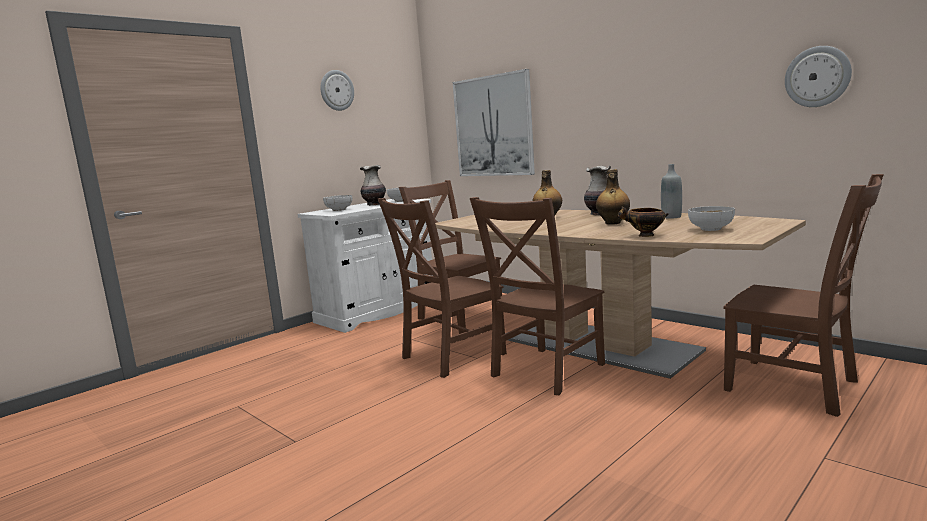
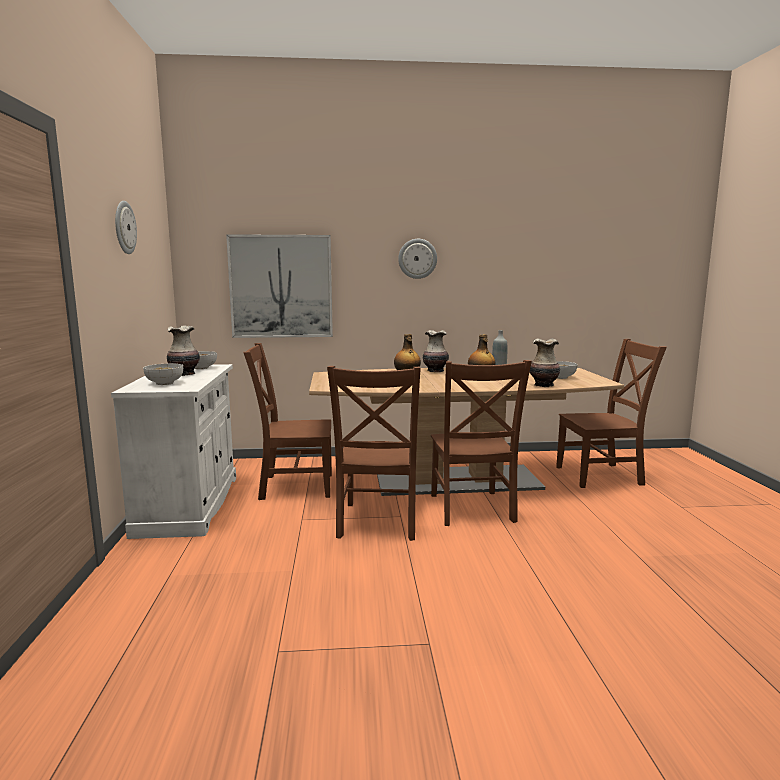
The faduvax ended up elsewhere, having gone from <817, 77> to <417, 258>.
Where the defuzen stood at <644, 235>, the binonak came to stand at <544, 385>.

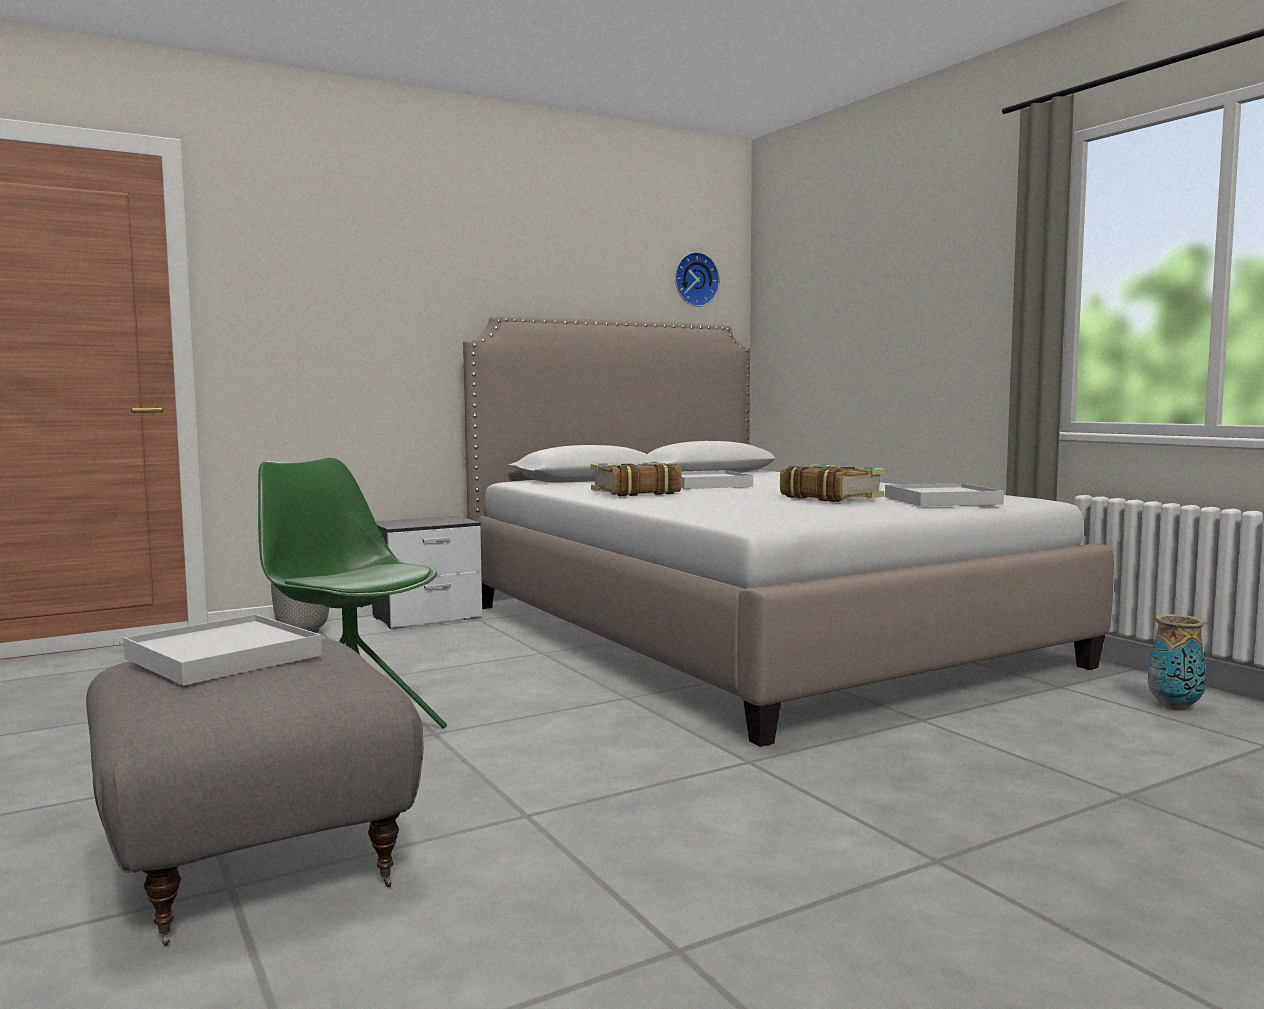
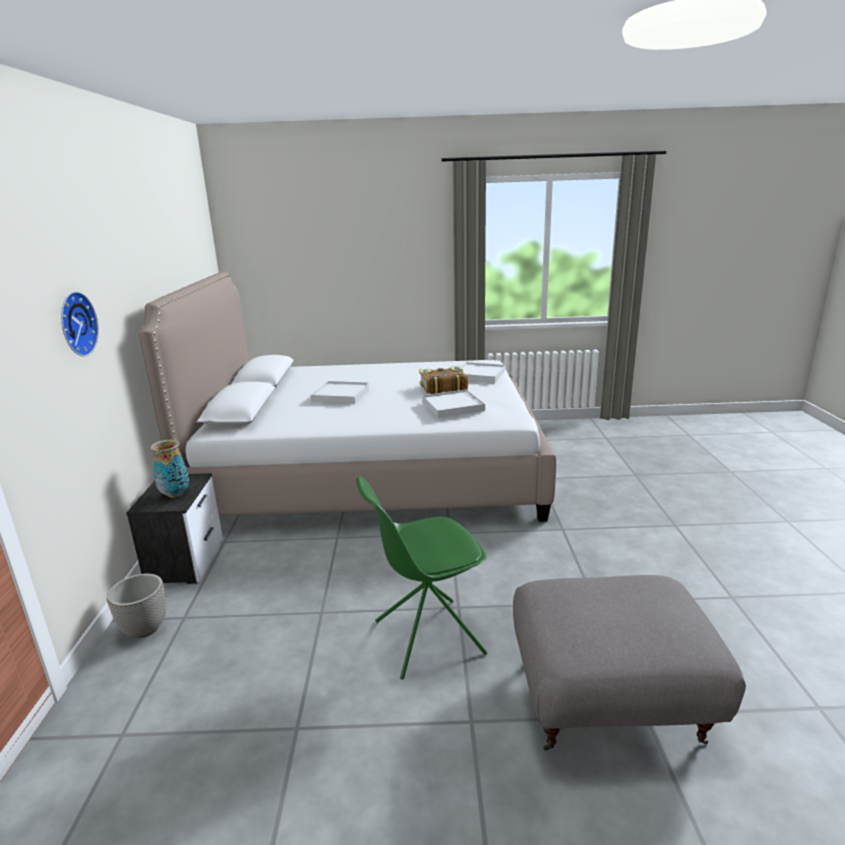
The second view lost the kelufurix at <634, 492>.
The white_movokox ended up elsewhere, having gone from <223, 657> to <452, 406>.
The faduvax ended up elsewhere, having gone from <694, 279> to <75, 324>.
The binonak ended up elsewhere, having gone from <1175, 706> to <175, 494>.

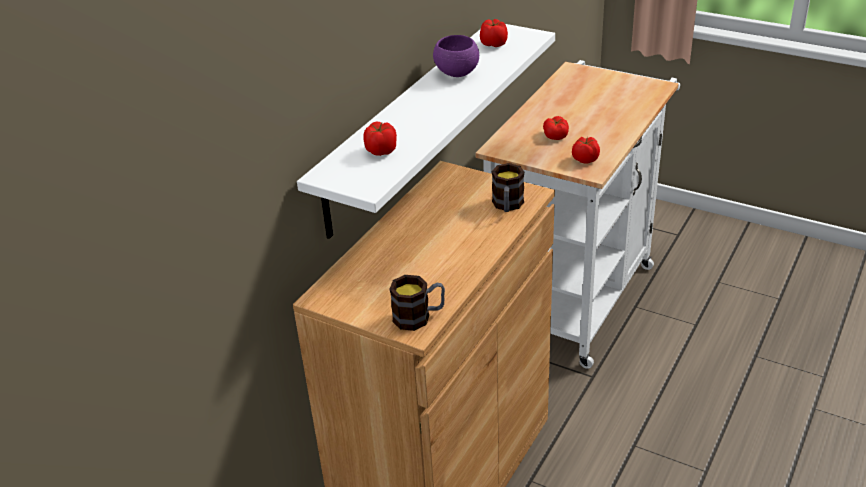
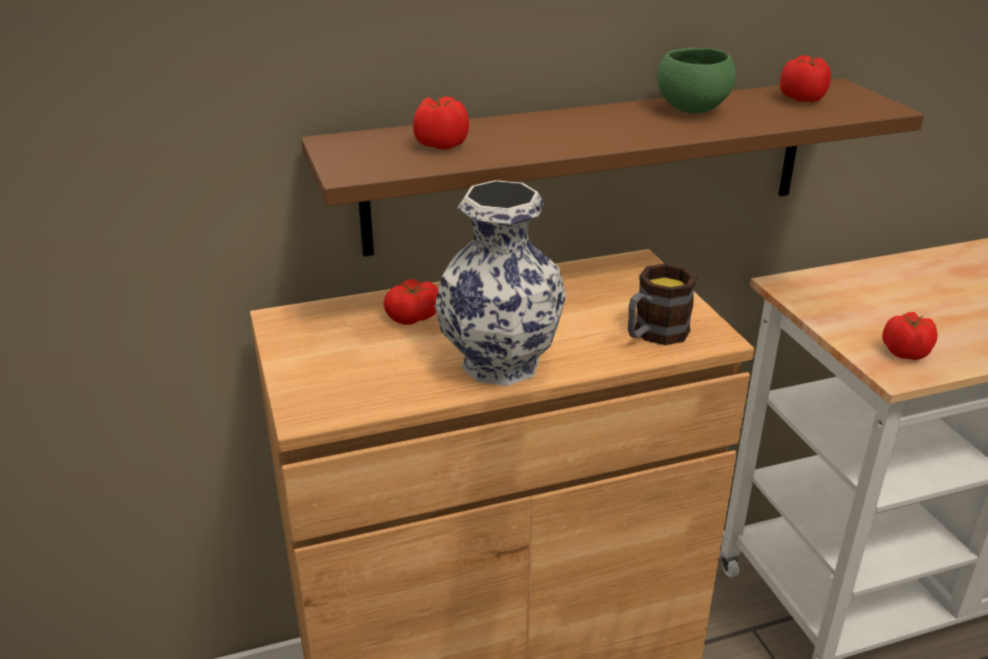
The second view lost the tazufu at <419, 317>.
The second view gained the binonak at <503, 363>.
The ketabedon ended up elsewhere, having gone from <555, 135> to <414, 316>.
What was the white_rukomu at <408, 125> turned into the brown_rukomu at <591, 165>.
What was the purple_defuzen at <456, 73> turned into the green_defuzen at <692, 109>.

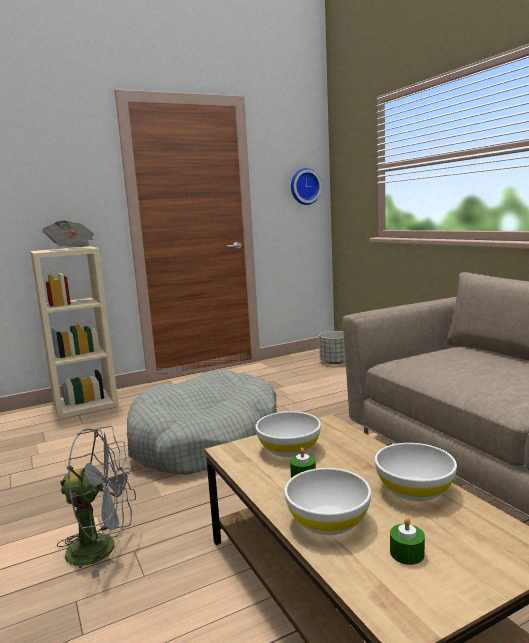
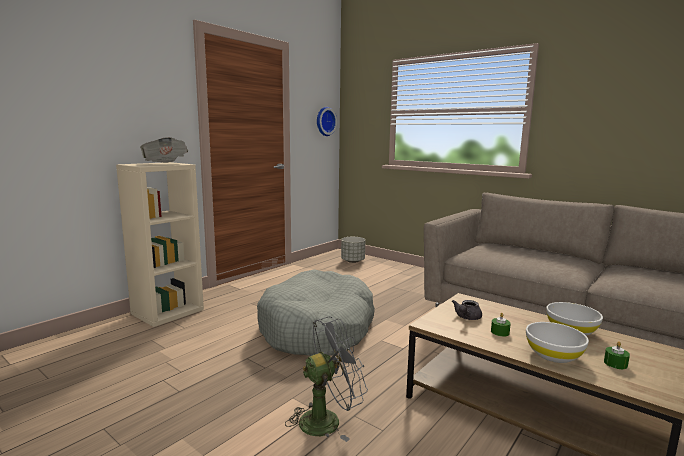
Where the white_defuzen stood at <289, 449>, the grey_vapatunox came to stand at <466, 318>.

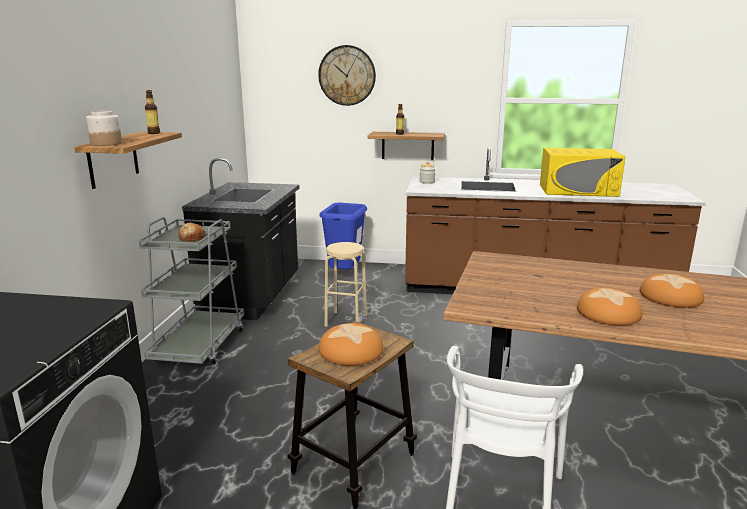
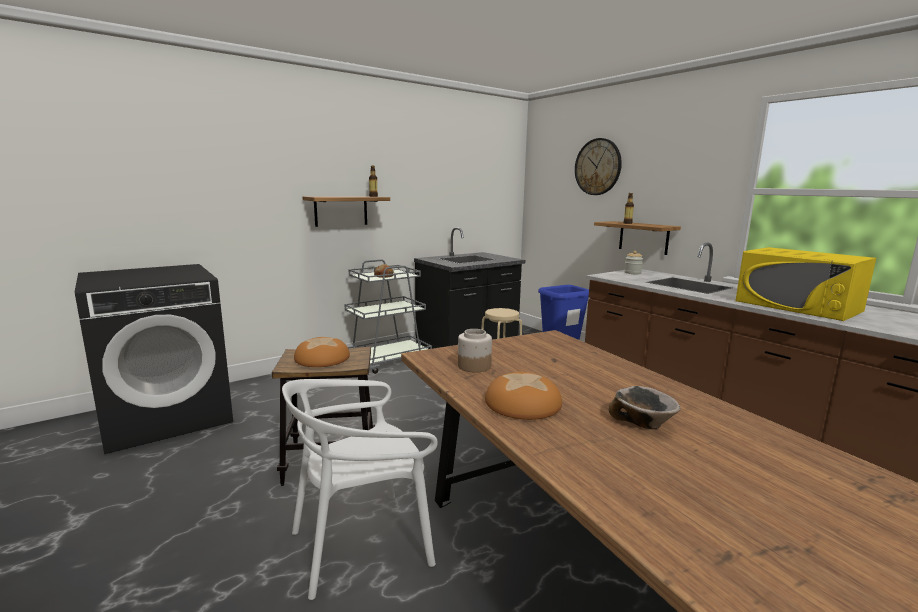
The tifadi ended up elsewhere, having gone from <106, 144> to <474, 366>.
Where the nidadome stood at <671, 297>, the defuzen came to stand at <644, 423>.

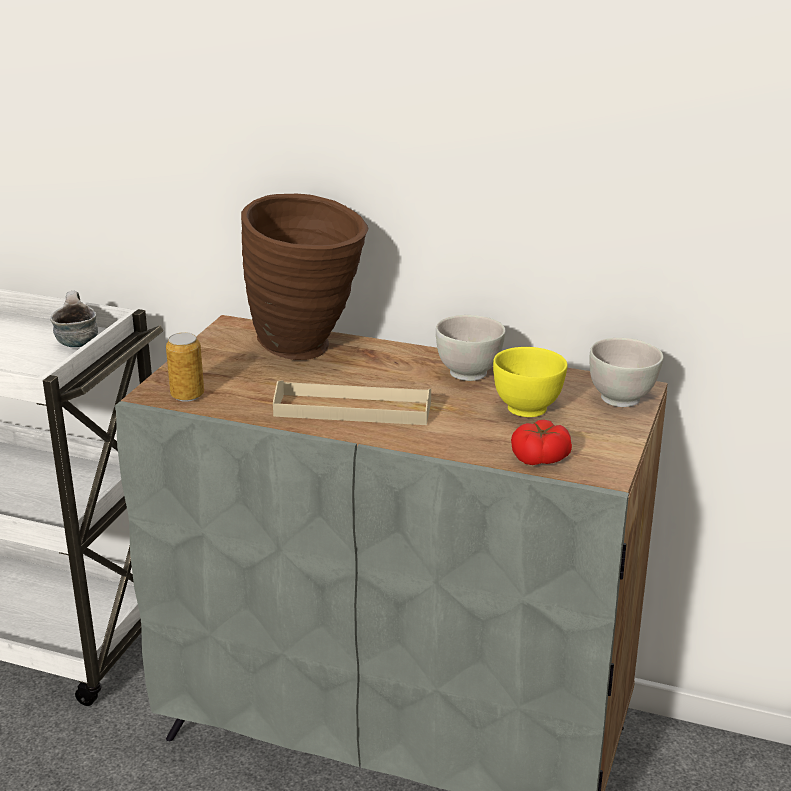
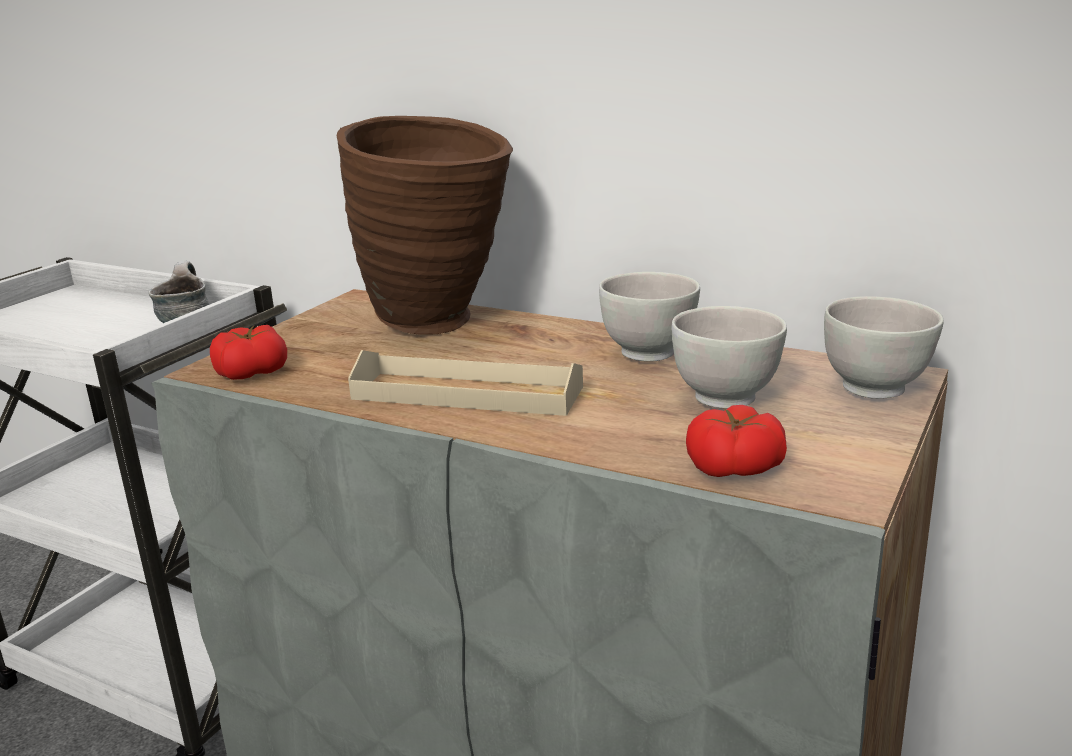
Where the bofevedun stood at <187, 395>, the ketabedon came to stand at <251, 372>.
What was the yellow_defuzen at <527, 408> turned into the white_defuzen at <726, 397>.

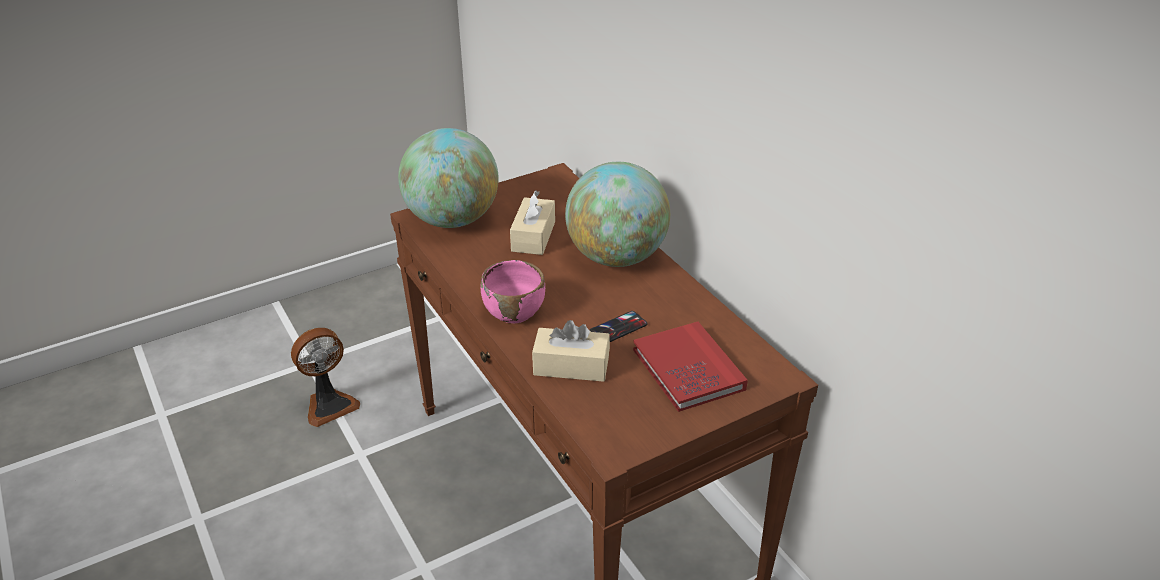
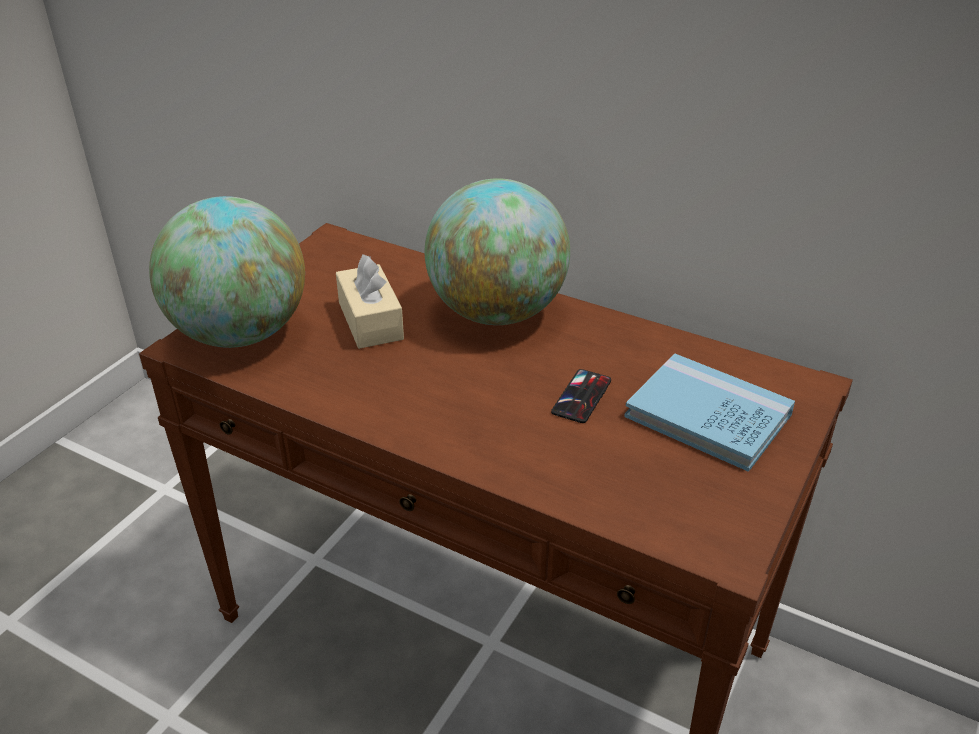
The second view lost the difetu at <329, 405>.
The second view lost the pink_defuzen at <514, 312>.
The second view lost the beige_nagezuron at <571, 366>.
What was the red_kelufurix at <688, 369> turned into the blue_kelufurix at <708, 416>.

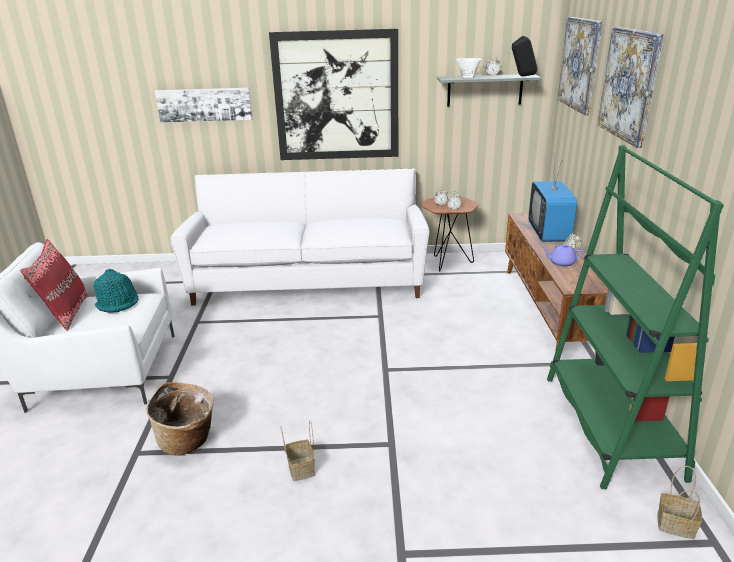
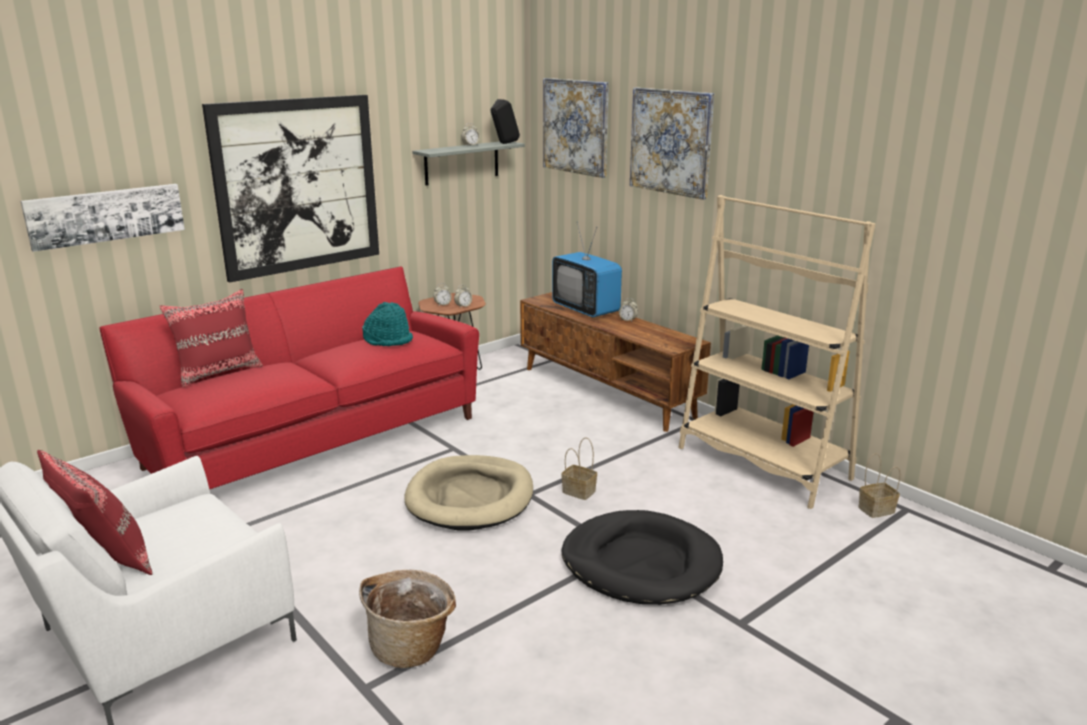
The second view lost the defuzen at <467, 77>.
The second view lost the purple_vapatunox at <561, 263>.
The second view gained the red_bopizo at <218, 372>.
The second view gained the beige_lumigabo at <470, 497>.
The second view gained the black_lumigabo at <641, 563>.
The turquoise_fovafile ended up elsewhere, having gone from <118, 303> to <388, 340>.
The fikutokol ended up elsewhere, having gone from <300, 468> to <577, 491>.
What was the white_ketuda at <309, 279> turned into the red_ketuda at <311, 439>.
What was the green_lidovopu at <610, 425> turned into the beige_lidovopu at <763, 463>.

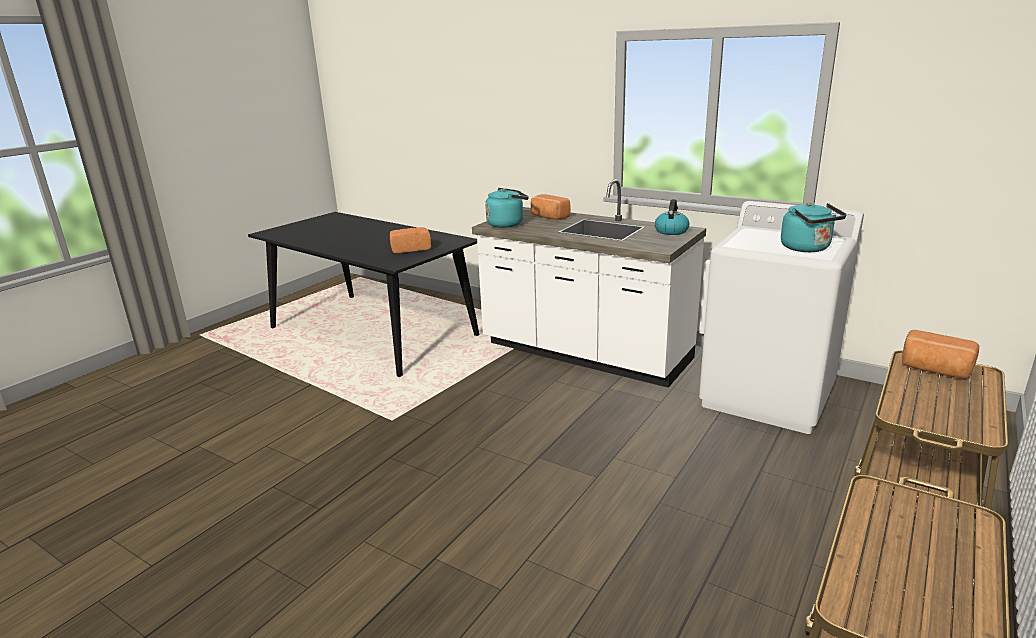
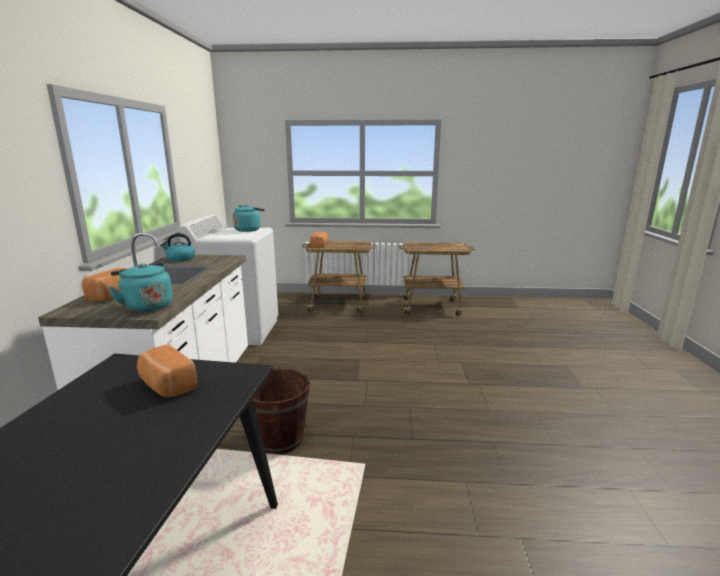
The second view gained the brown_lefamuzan at <279, 438>.

